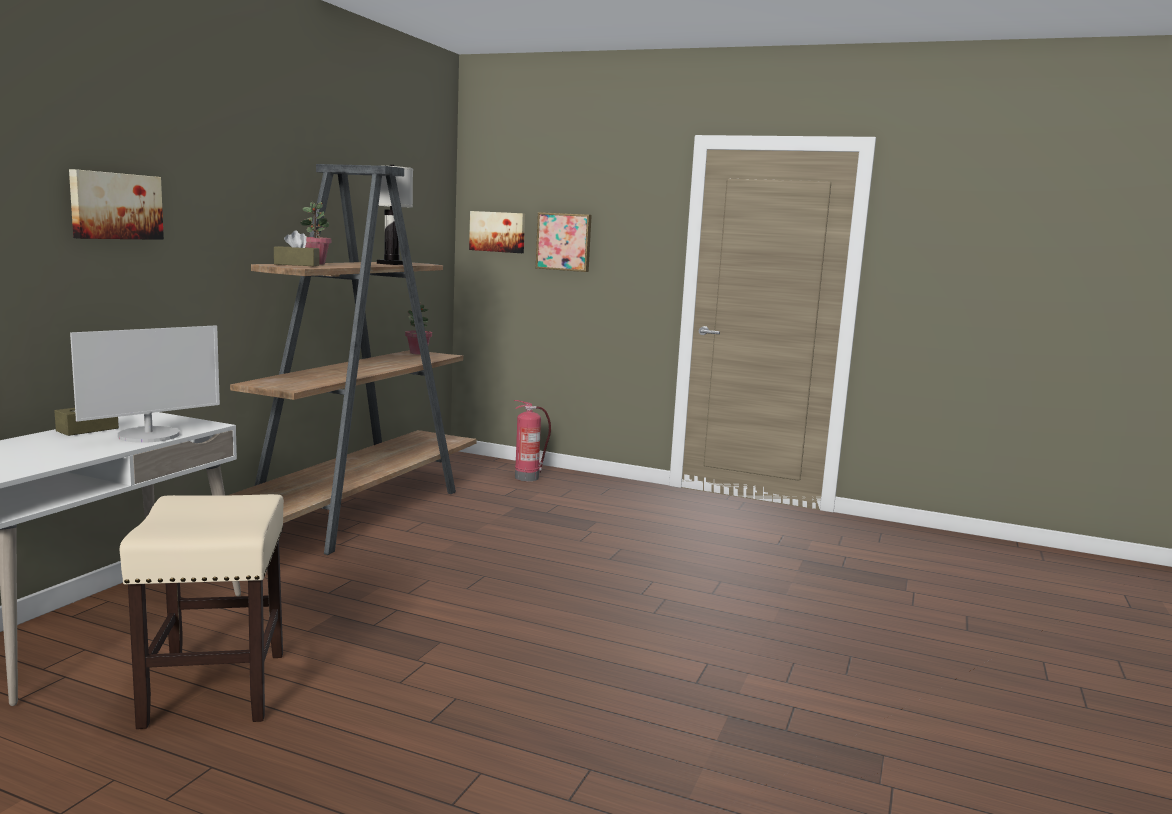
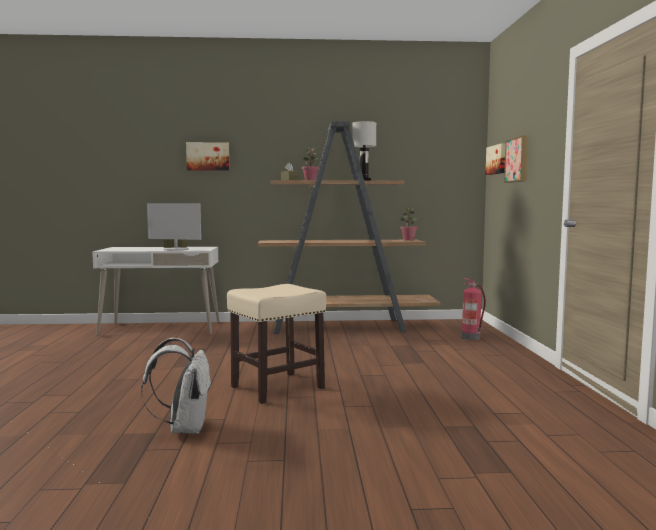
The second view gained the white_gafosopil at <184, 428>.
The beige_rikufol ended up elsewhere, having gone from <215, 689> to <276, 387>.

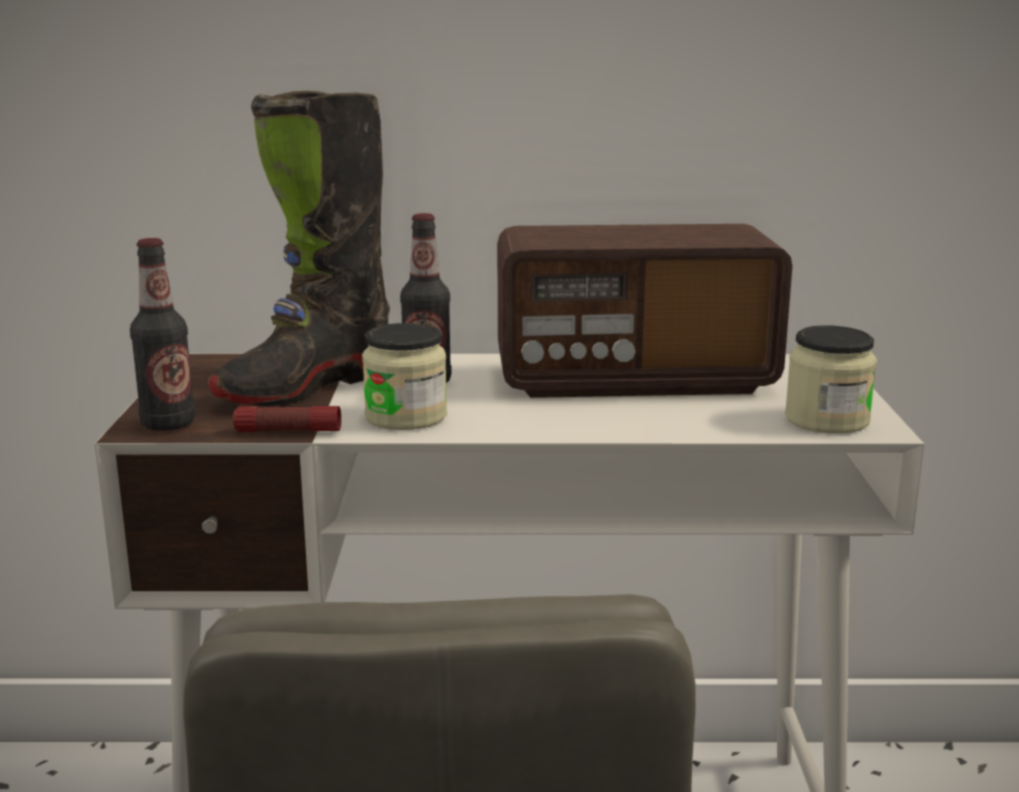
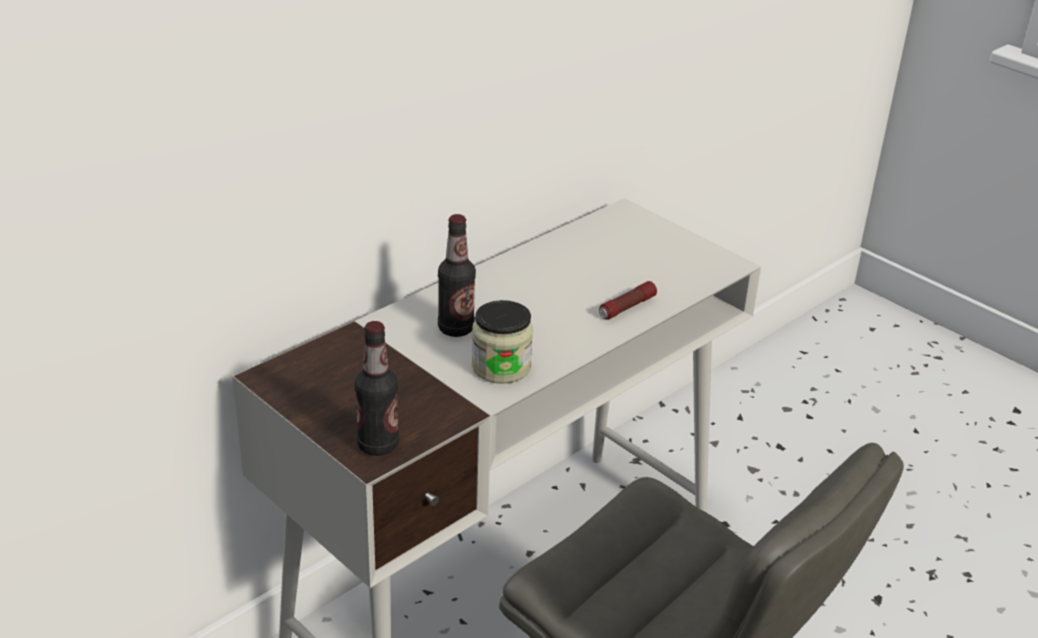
The second view lost the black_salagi at <305, 386>.
The second view lost the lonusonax at <633, 379>.
The second view lost the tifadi at <827, 420>.
The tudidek ended up elsewhere, having gone from <288, 431> to <627, 308>.

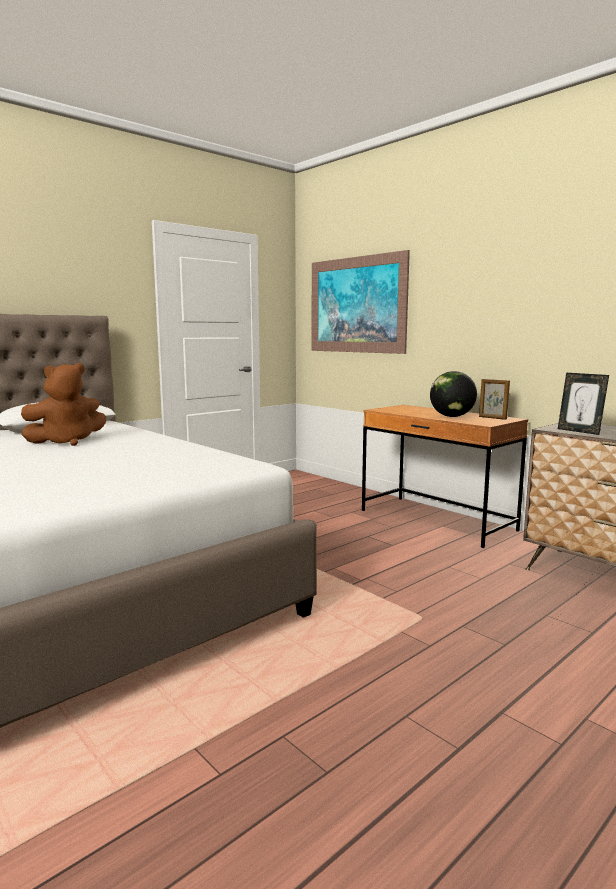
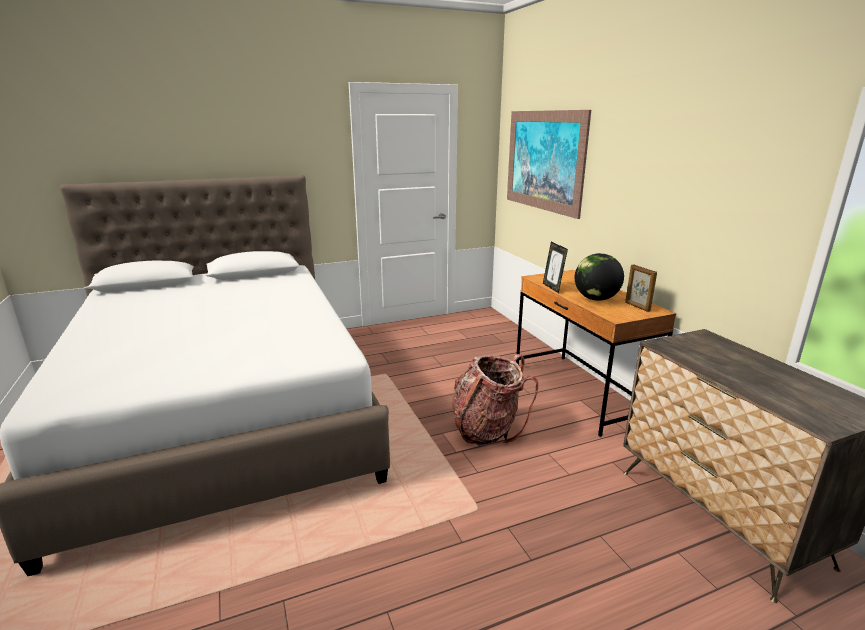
The second view lost the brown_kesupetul at <67, 442>.
The second view gained the gafosopil at <487, 429>.
The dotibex ended up elsewhere, having gone from <579, 431> to <552, 288>.

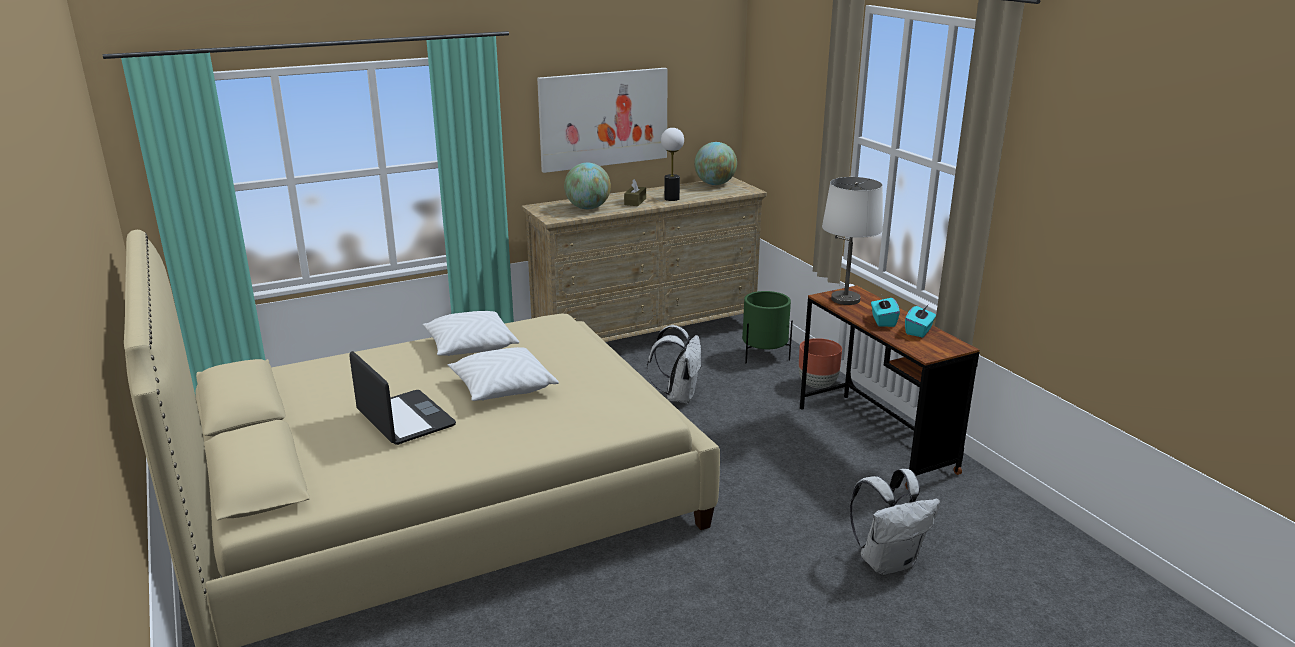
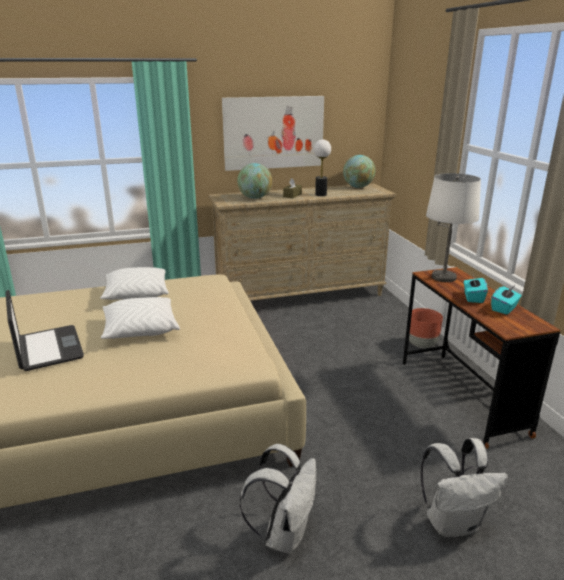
The second view lost the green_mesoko at <764, 356>.
The white_gafosopil ended up elsewhere, having gone from <678, 396> to <284, 533>.

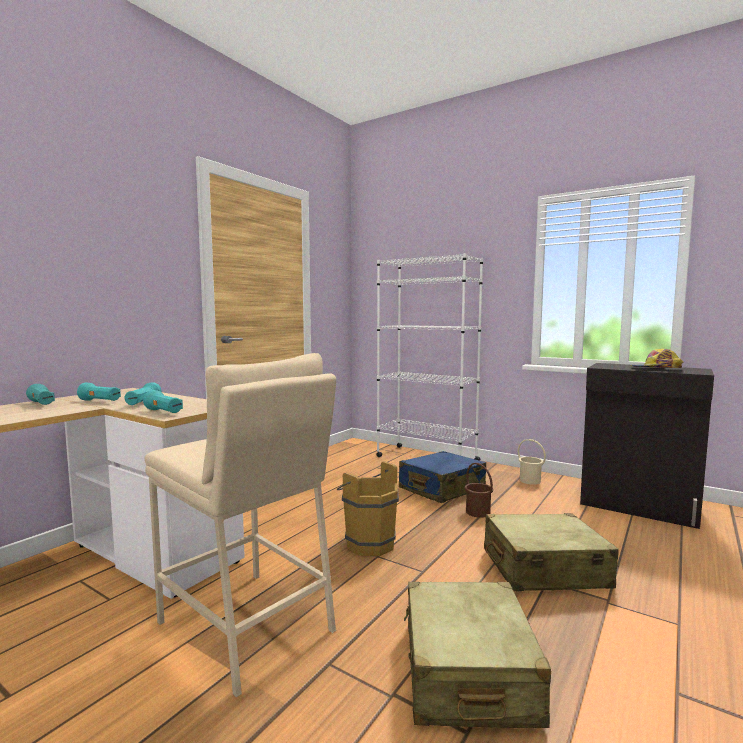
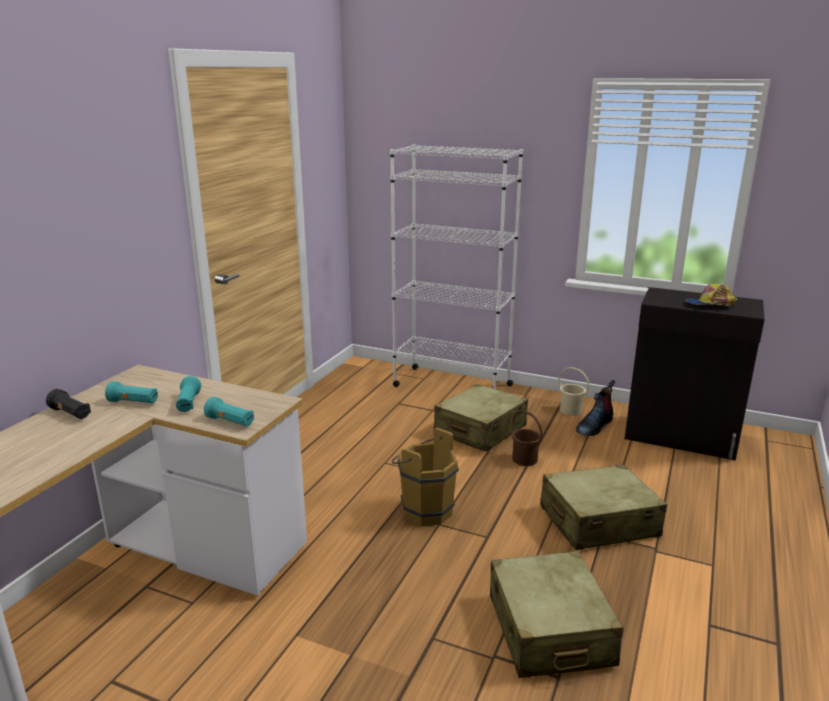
The second view lost the beige_rikufol at <246, 626>.
The second view gained the salagi at <594, 425>.
What was the turquoise_tudidek at <42, 404> turned into the black_tudidek at <71, 414>.
What was the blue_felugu at <441, 489> turned into the beige_felugu at <480, 430>.

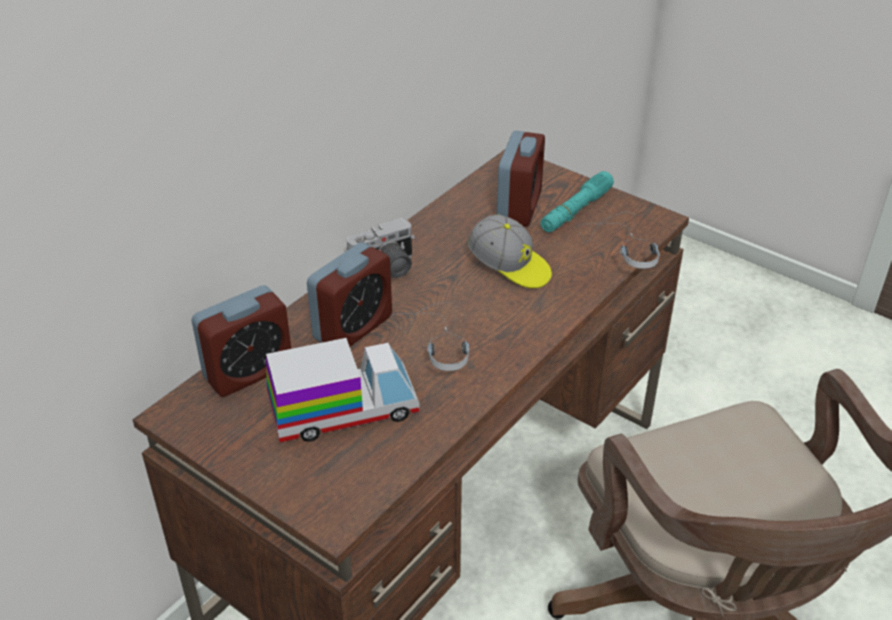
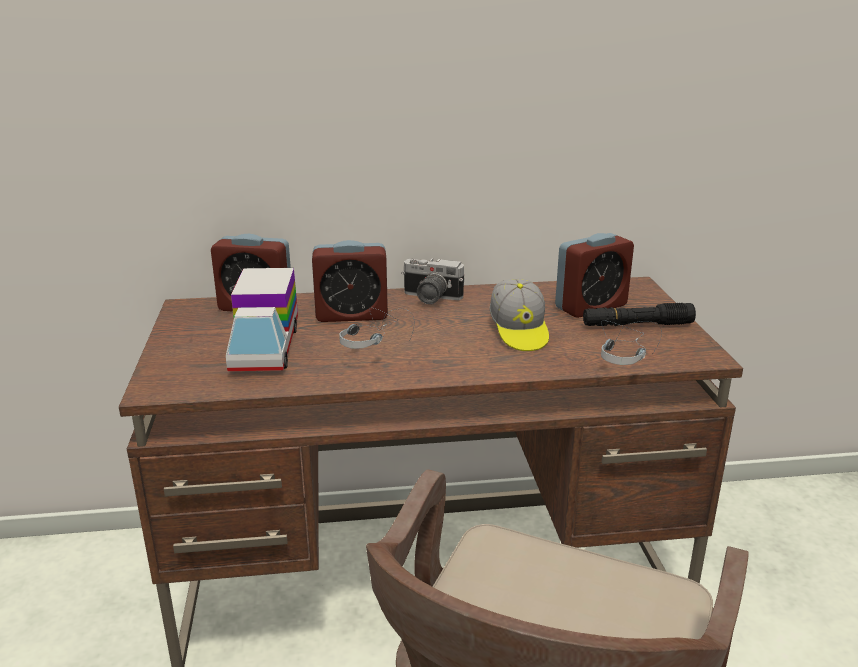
What was the turquoise_tudidek at <576, 210> turned into the black_tudidek at <637, 325>.
The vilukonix at <344, 411> ended up facing another way, 60 degrees clockwise from before.

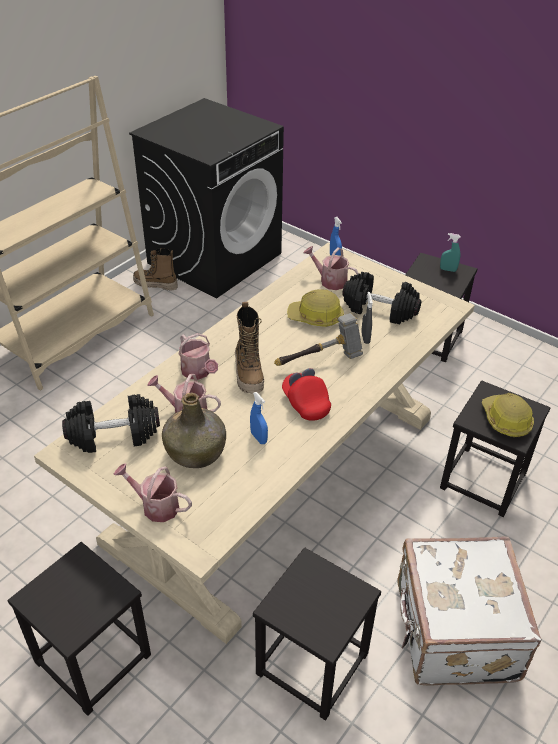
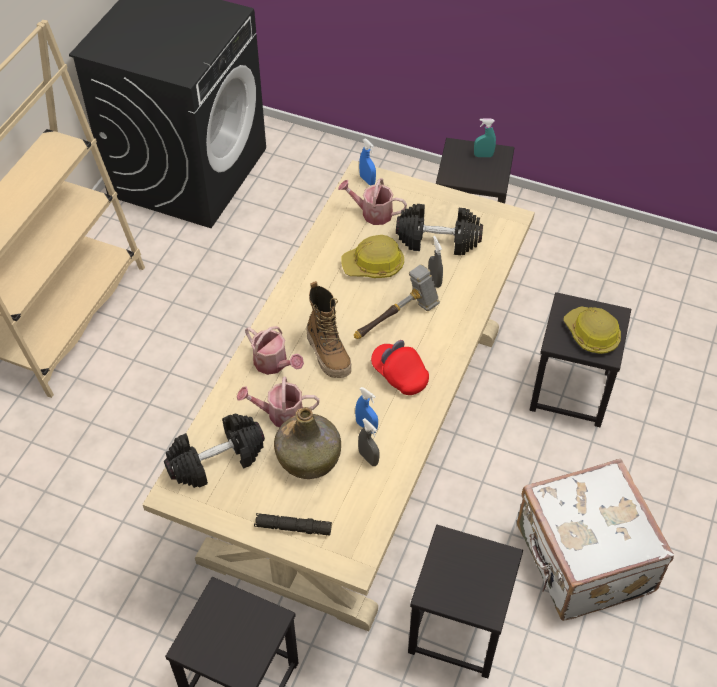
The second view lost the salagi at <155, 285>.
The second view gained the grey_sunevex at <368, 458>.
Where the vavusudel stood at <156, 505>, the black_tudidek came to stand at <293, 527>.

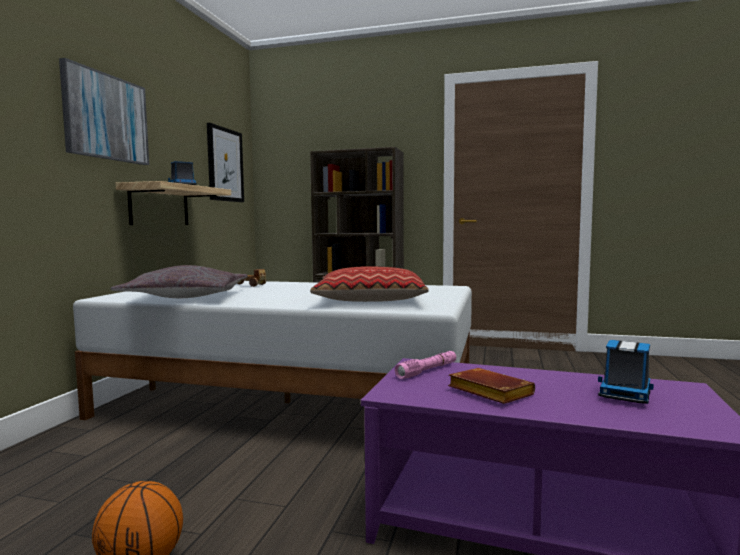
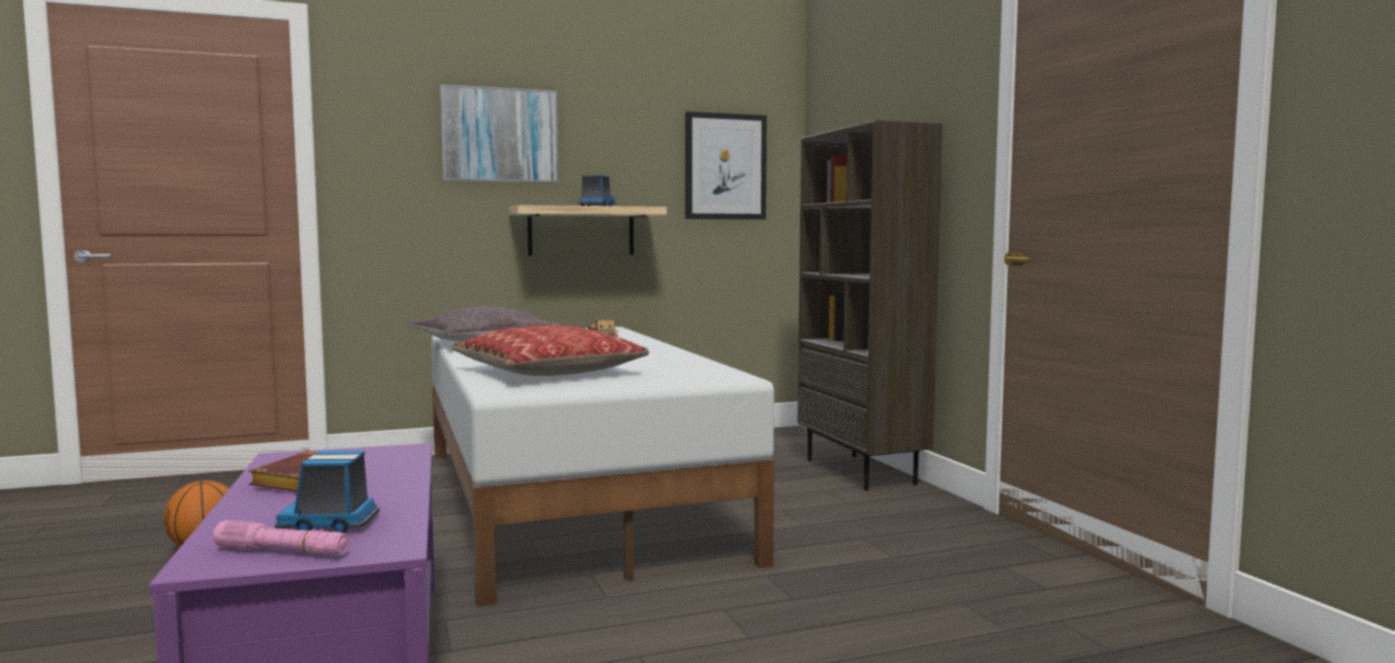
The pink_tudidek ended up elsewhere, having gone from <427, 371> to <283, 552>.

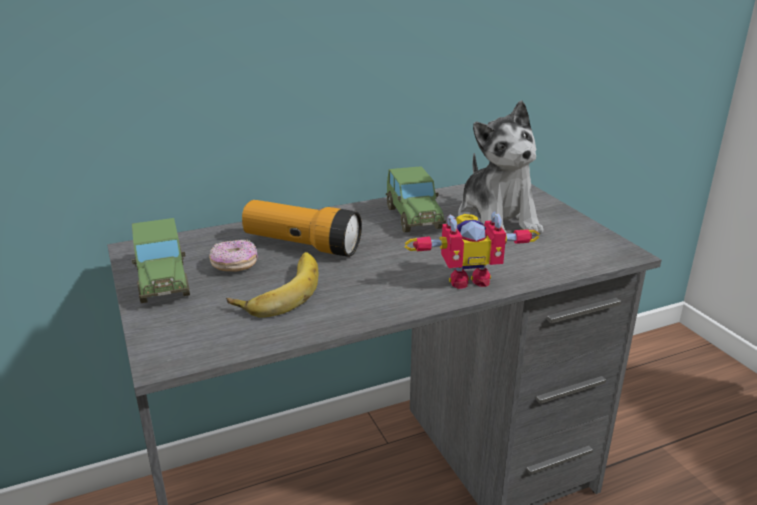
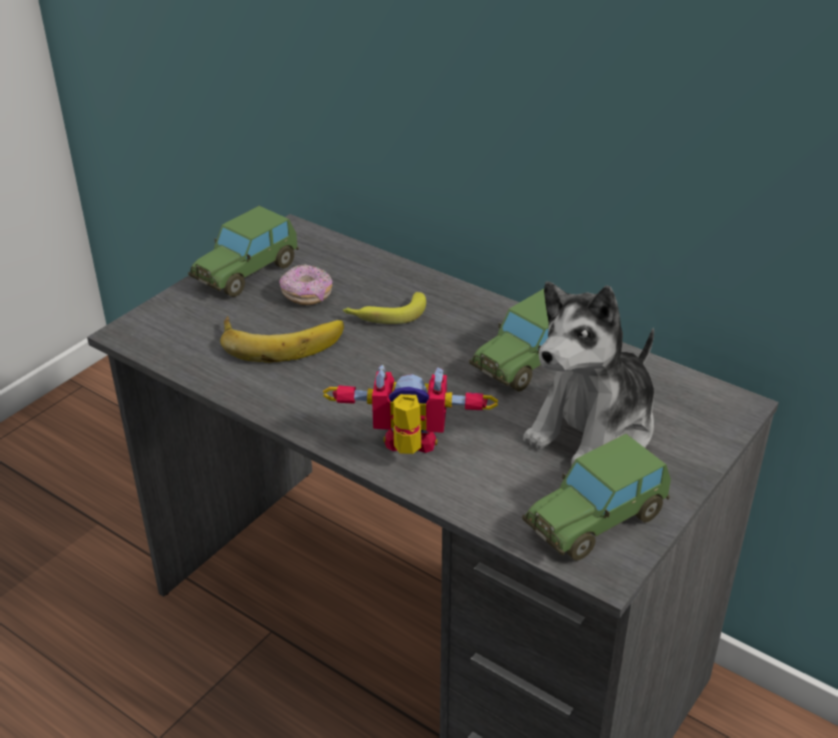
The second view gained the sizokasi at <597, 520>.
Where the tudidek stood at <302, 245>, the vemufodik came to stand at <385, 315>.
The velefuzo at <467, 278> ended up facing another way, 135 degrees clockwise from before.

